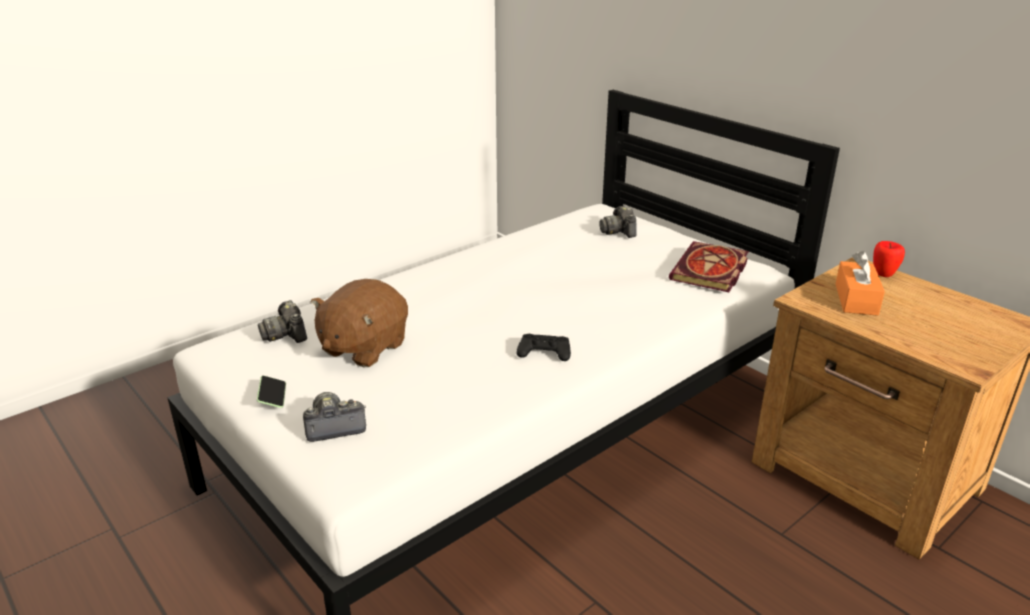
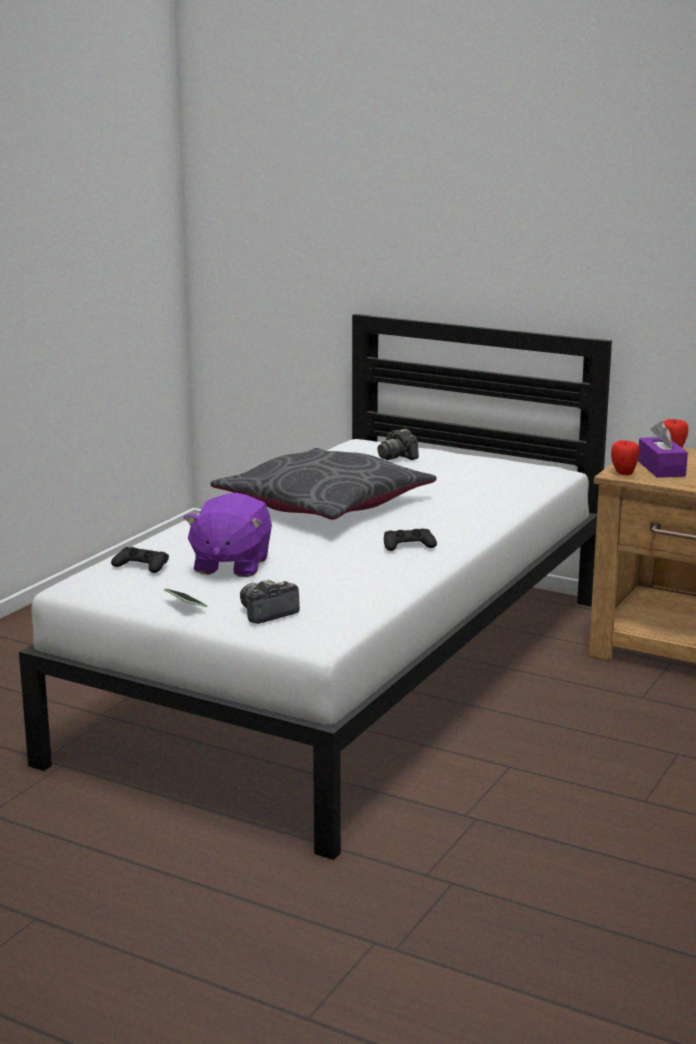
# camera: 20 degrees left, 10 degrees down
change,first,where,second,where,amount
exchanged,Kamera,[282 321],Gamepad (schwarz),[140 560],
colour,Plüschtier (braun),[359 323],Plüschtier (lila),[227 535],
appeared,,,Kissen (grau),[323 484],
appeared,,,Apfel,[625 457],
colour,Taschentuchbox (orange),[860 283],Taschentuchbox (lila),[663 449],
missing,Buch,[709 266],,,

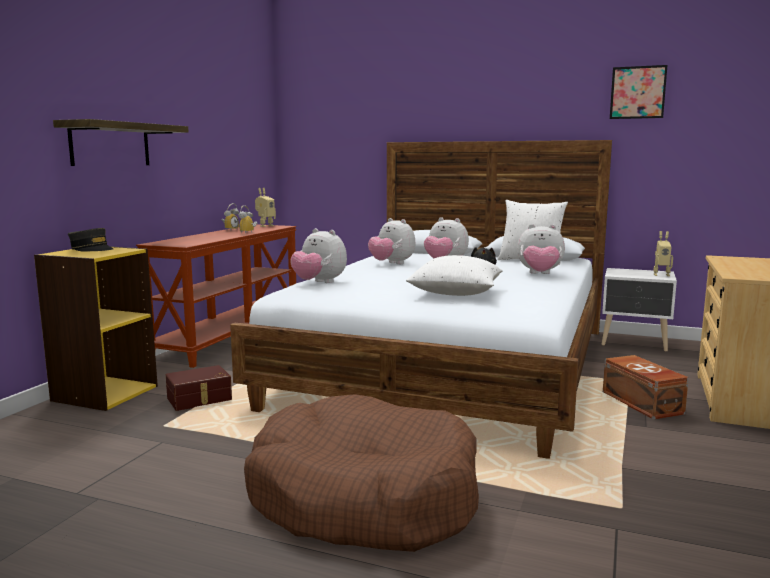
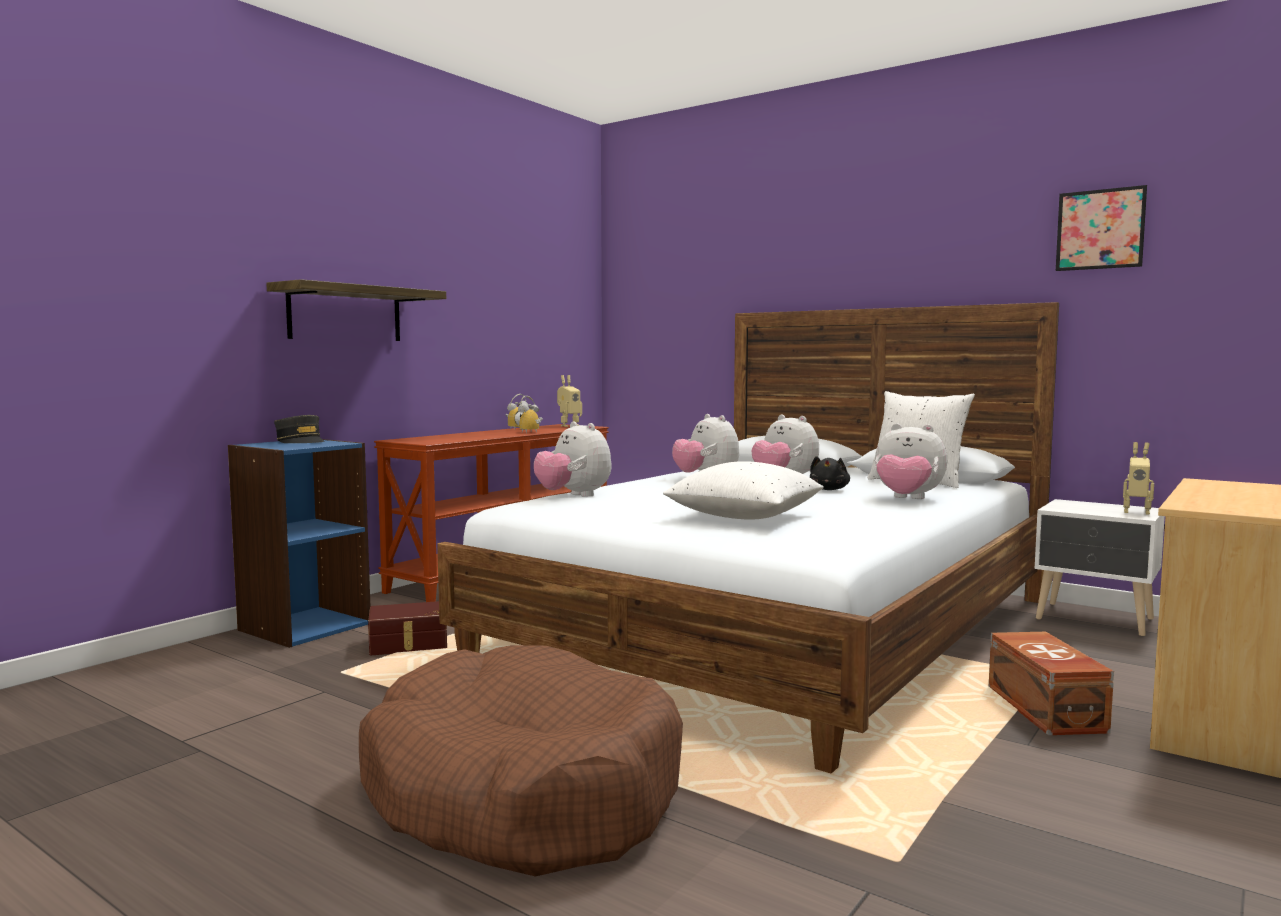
# camera: 15 degrees right, 5 degrees down
change,first,where,second,where,amount
colour,Bücherregal (gelb),[96 328],Bücherregal (blau),[299 543],

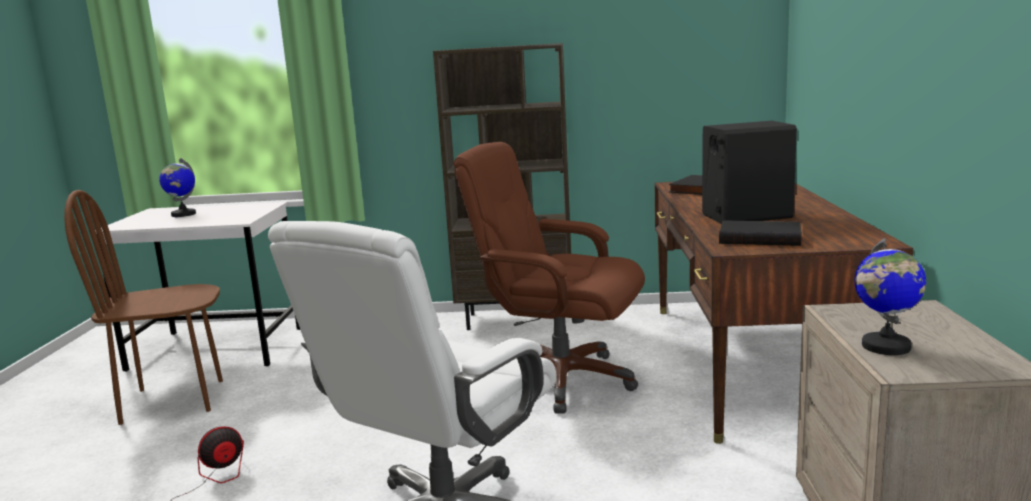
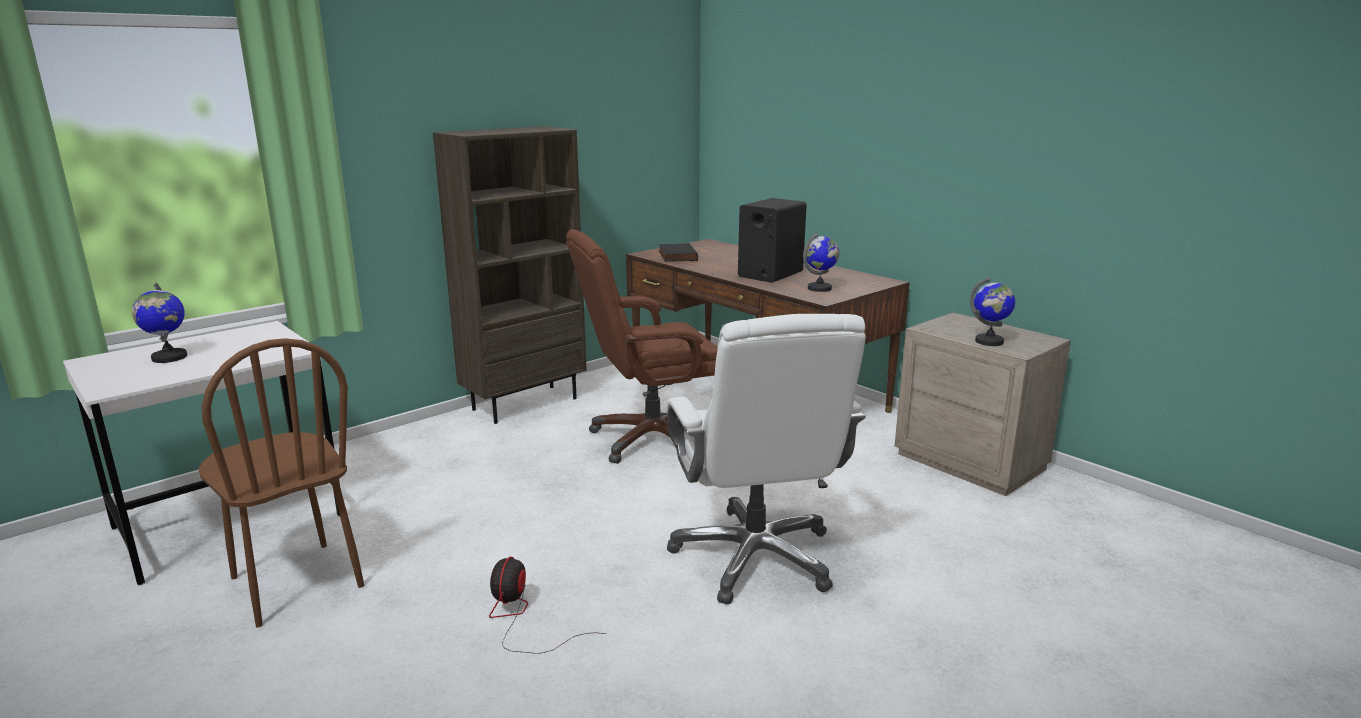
# camera: 45 degrees left, 5 degrees up
change,first,where,second,where,amount
spun,Stuhl (braun),[143 307],,[281 483],75 degrees counterclockwise
exchanged,Buch (schwarz),[760 233],Globus,[821 262],

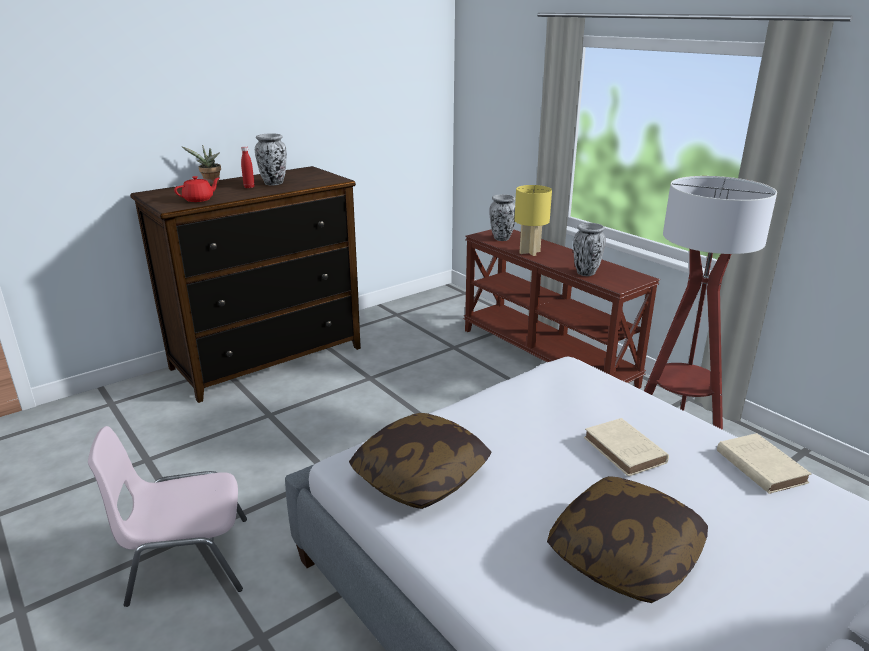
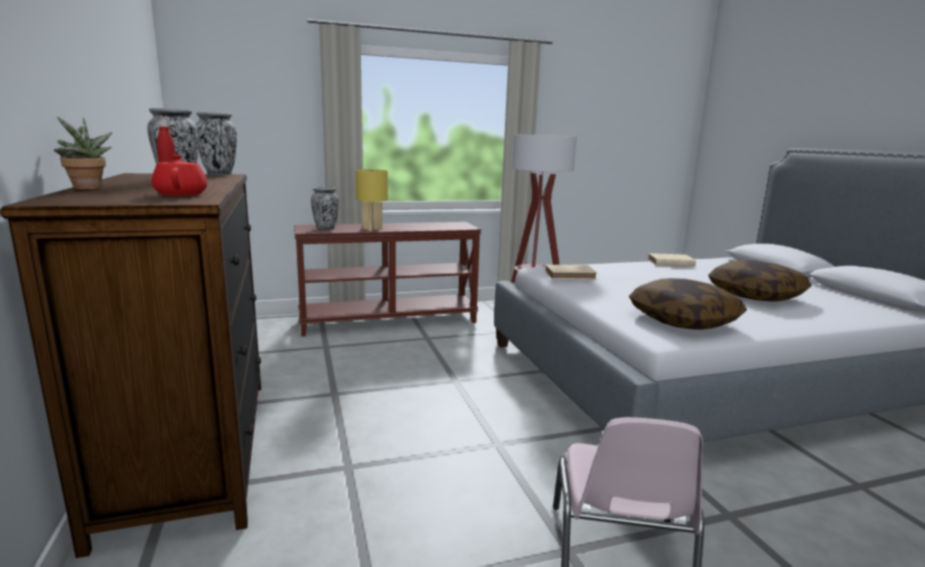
# camera: 70 degrees left, 10 degrees down
change,first,where,second,where,amount
relocated,Vase,[589 249],,[216 143],
relocated,Buch (beige),[626 447],,[571 272],

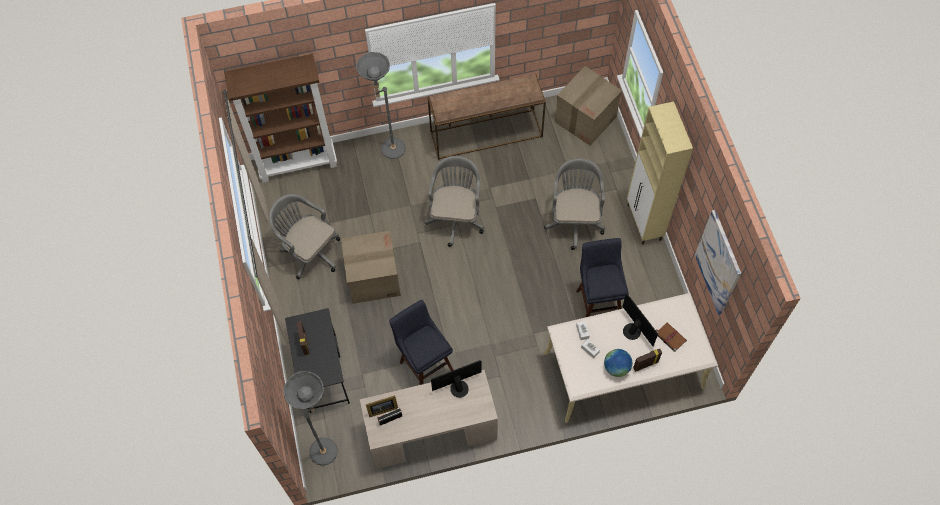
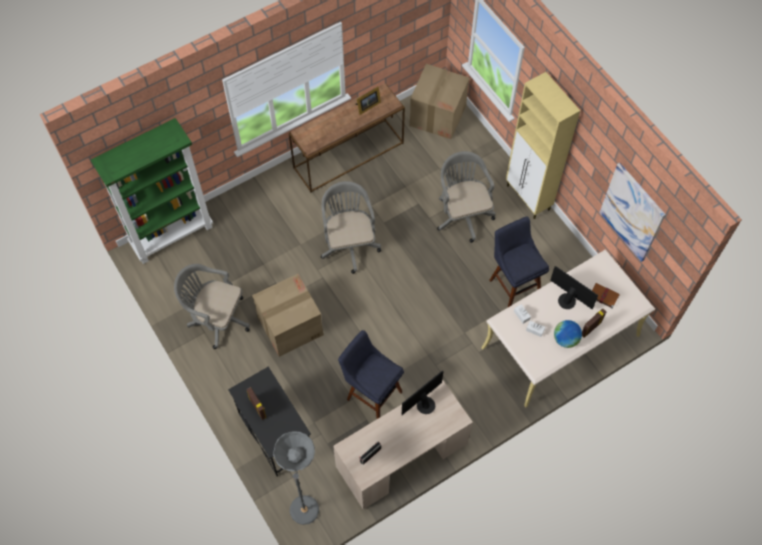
# camera: 20 degrees left, 0 degrees up
change,first,where,second,where,amount
colour,Bücherregal (braun),[280 118],Bücherregal (grün),[152 191],
relocated,Bilderrahmen,[382 406],,[368 100],
missing,Stehlampe (grau),[381 105],,,

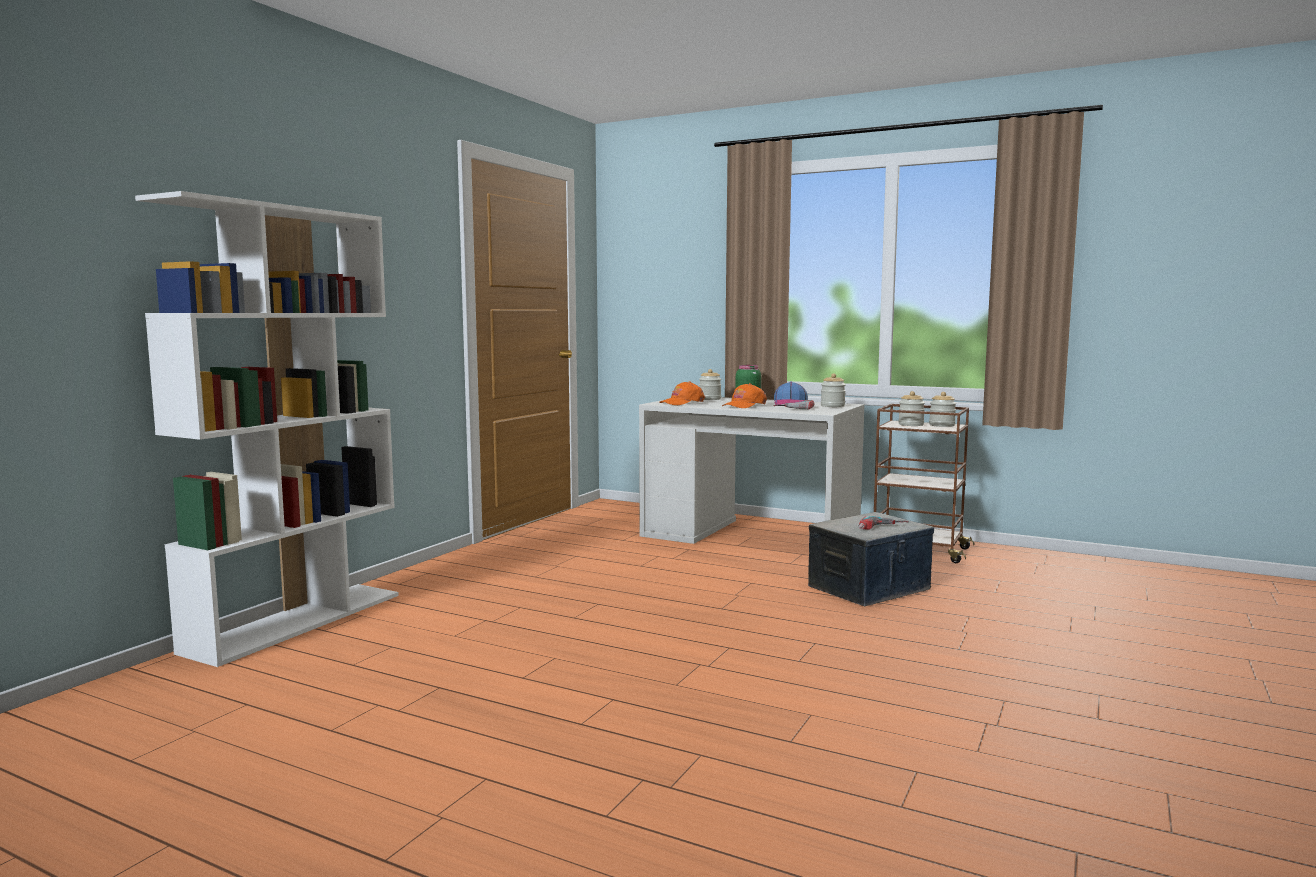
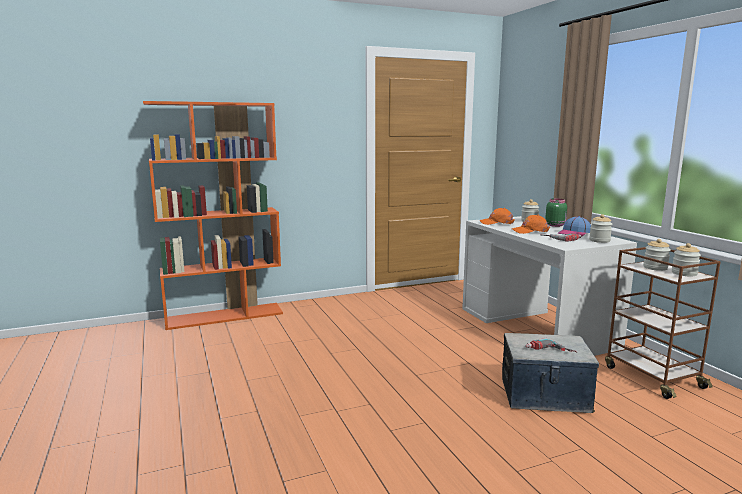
# camera: 40 degrees right, 5 degrees up
change,first,where,second,where,amount
colour,Bücherregal (weiß),[267 429],Bücherregal (orange),[213 215],

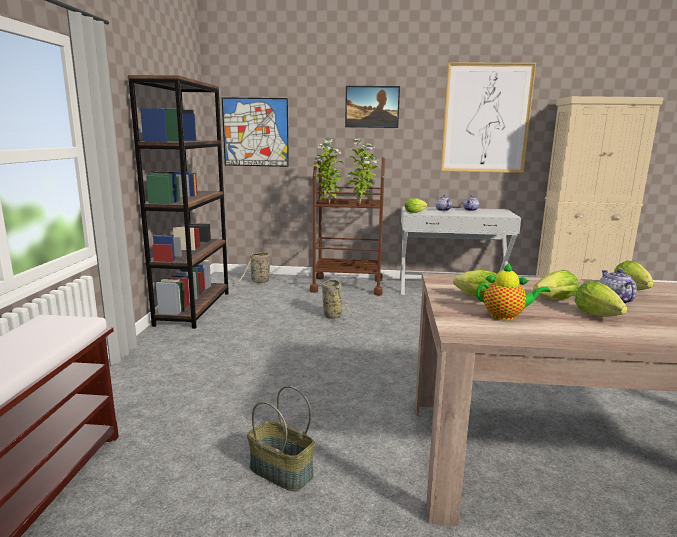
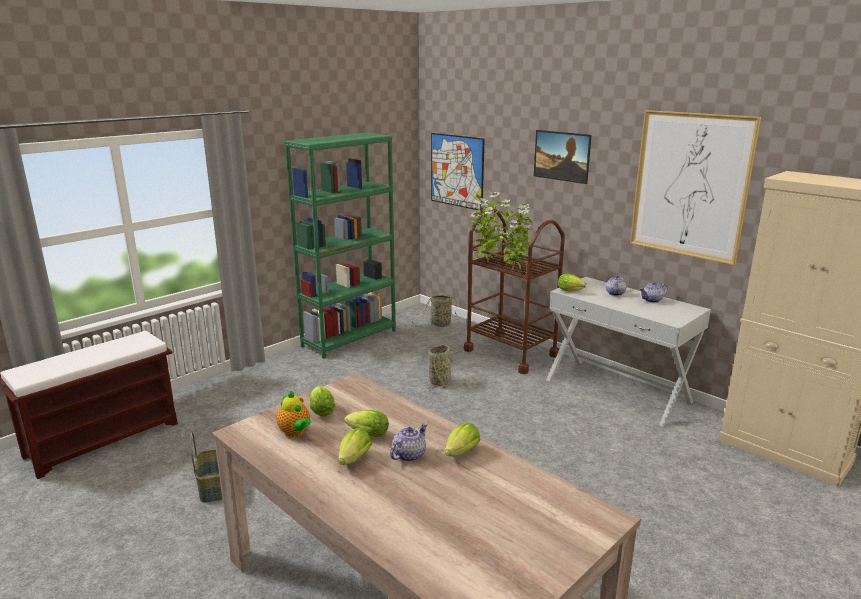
# camera: 40 degrees right, 5 degrees up
change,first,where,second,where,amount
colour,Bücherregal (braun),[178 202],Bücherregal (grün),[340 245],

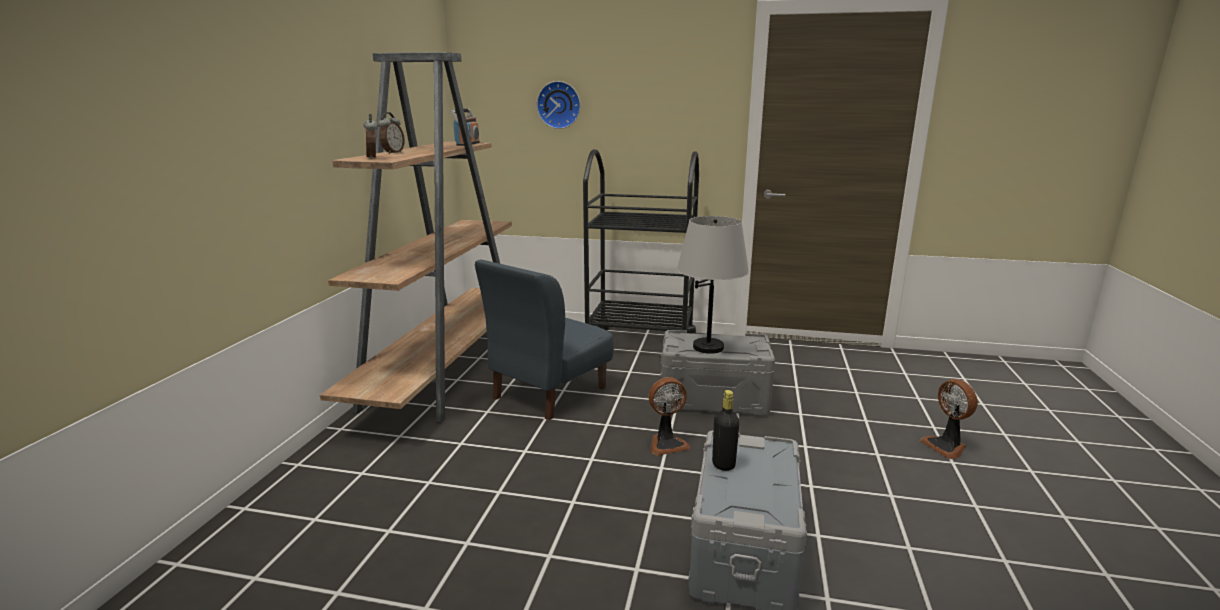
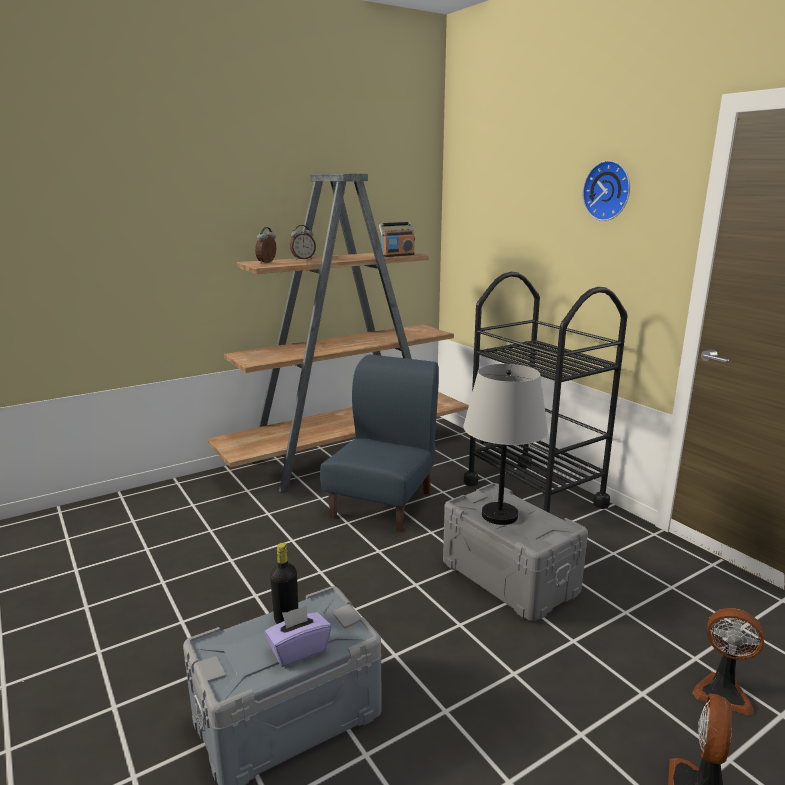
# camera: 45 degrees right, 0 degrees up
change,first,where,second,where,amount
appeared,,,Taschentuchbox (lila),[297 636],
spun,Stuhl (blau),[544 340],,[379 442],120 degrees clockwise
relocated,Wanduhr,[559 105],,[606 190],
relocated,Ventilator,[669 416],,[728 662],

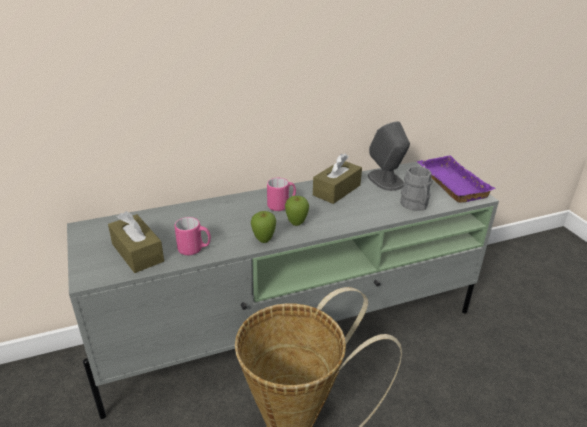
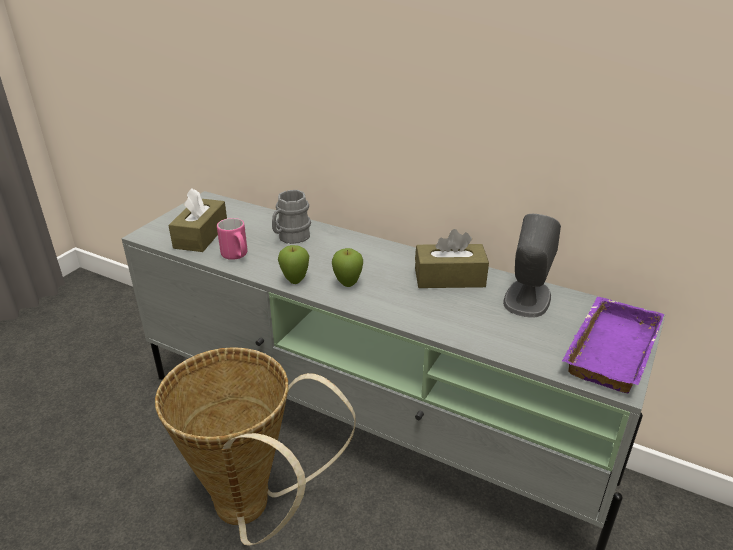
# camera: 50 degrees right, 0 degrees up
change,first,where,second,where,amount
relocated,Henkelbecher (grau),[416 188],,[291 217],
missing,Henkelbecher (rosa),[281 194],,,

